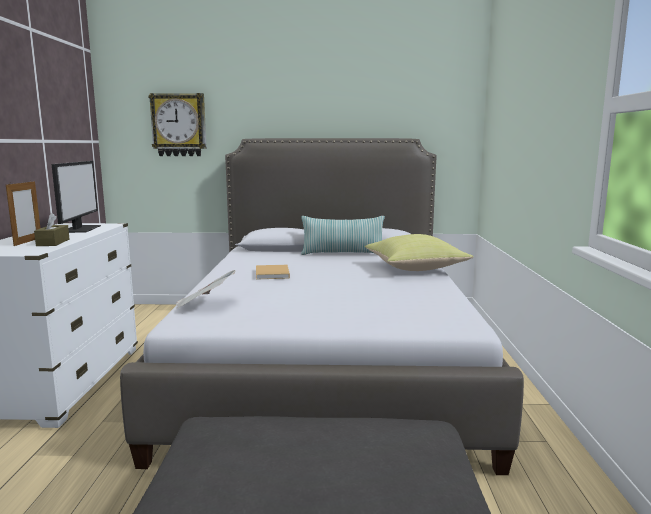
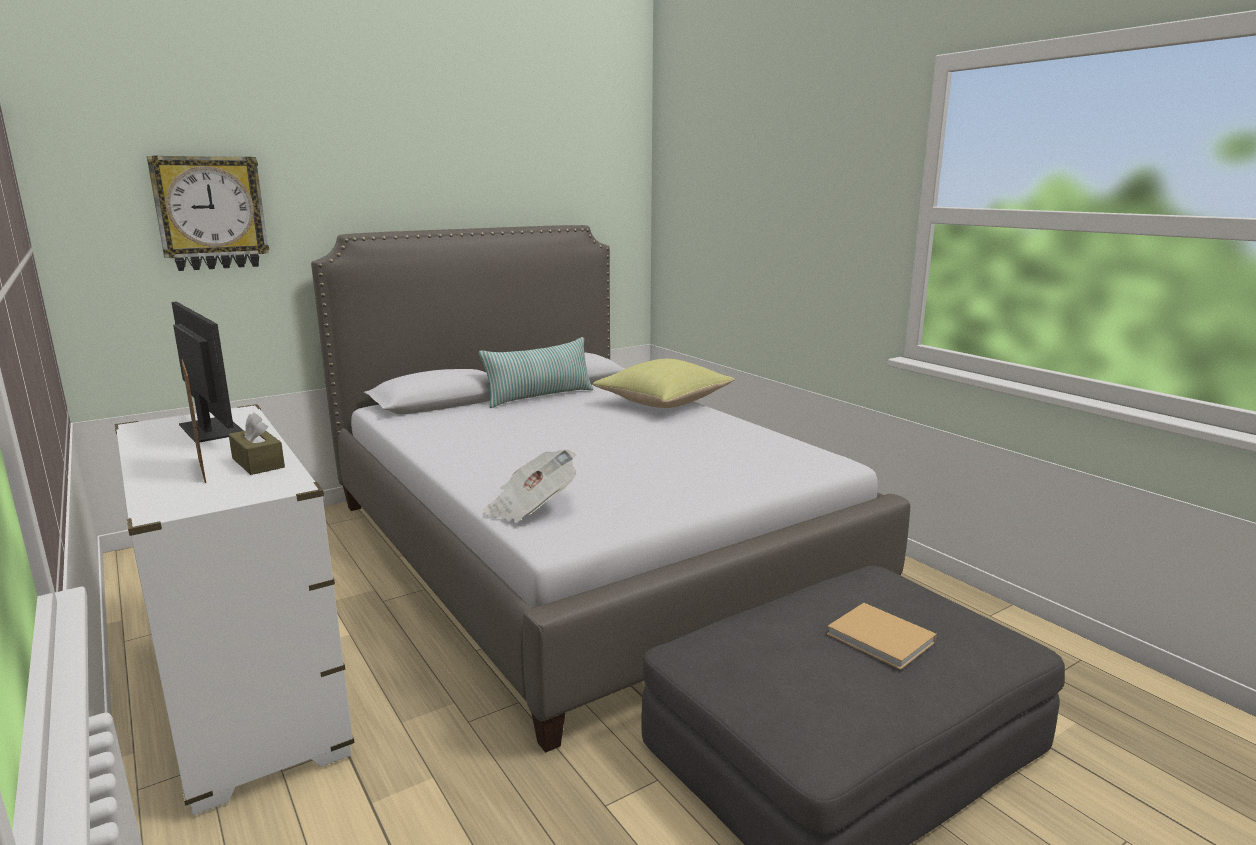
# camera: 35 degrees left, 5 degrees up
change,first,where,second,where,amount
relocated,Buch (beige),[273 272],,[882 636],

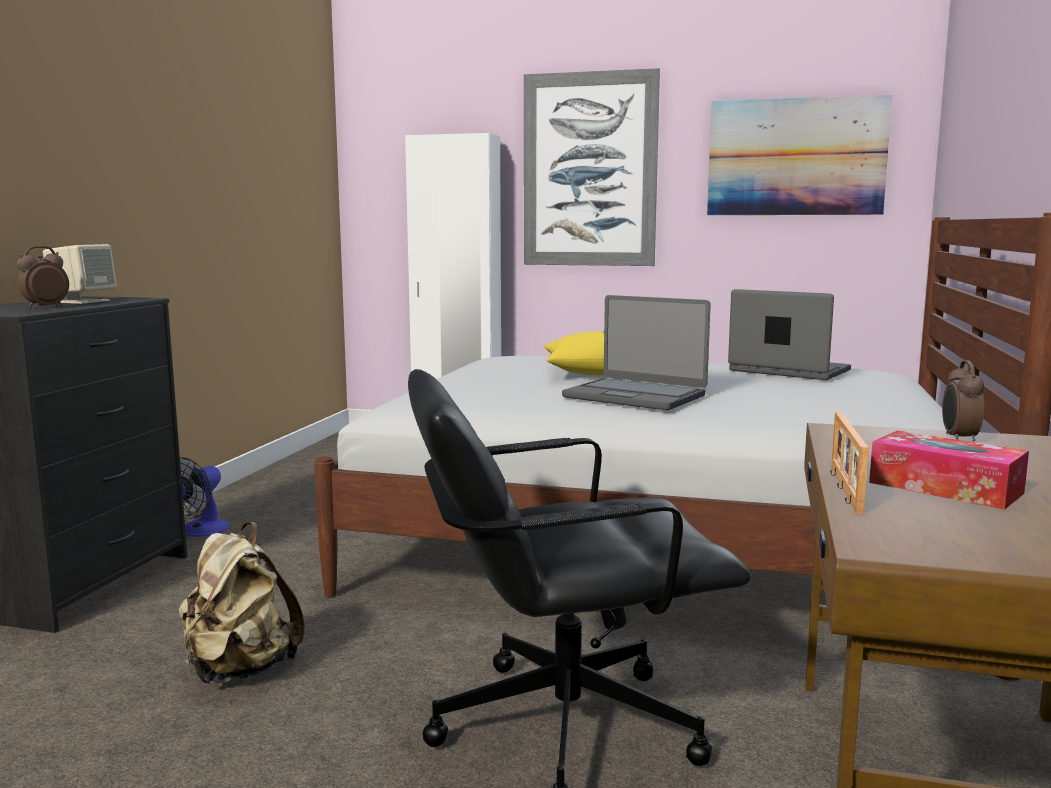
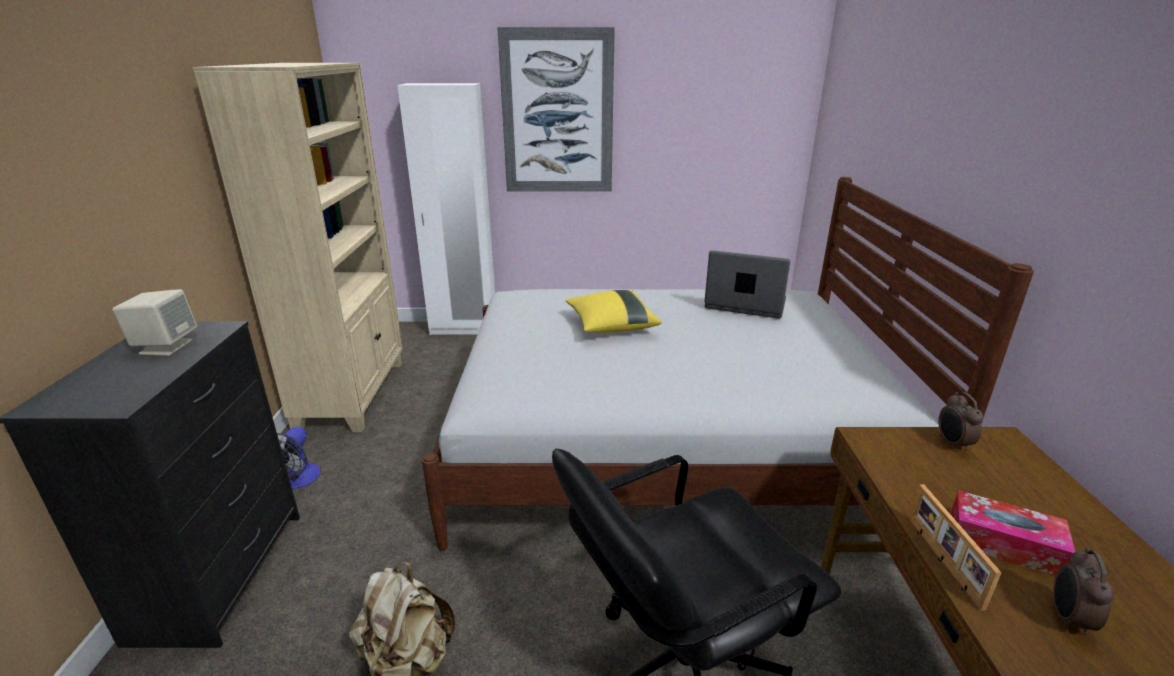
# camera: 15 degrees left, 15 degrees up
change,first,where,second,where,amount
appeared,,,Bücherregal (beige),[297 247],
relocated,Wecker,[43 277],,[1084 591],
missing,Laptop,[636 352],,,
missing,Bild,[799 155],,,

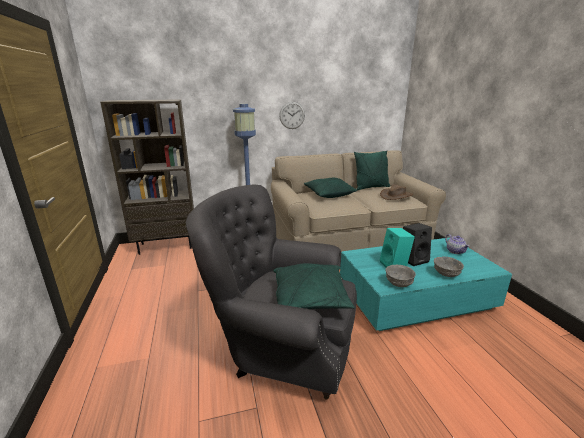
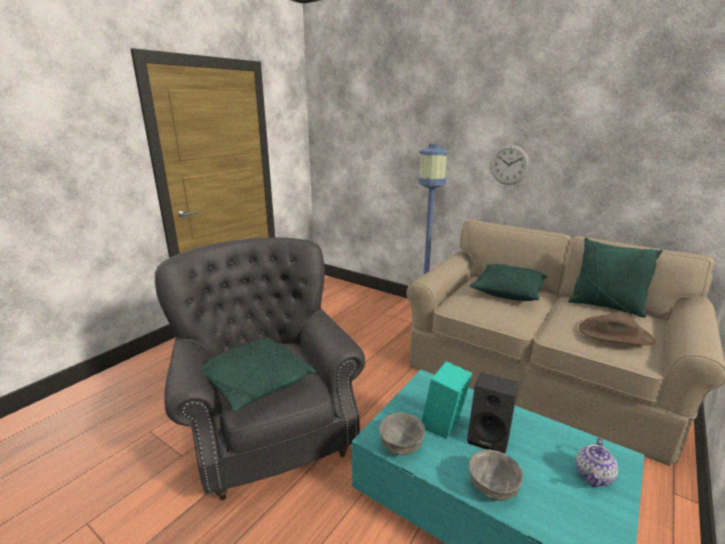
# camera: 50 degrees right, 0 degrees up
change,first,where,second,where,amount
missing,Bücherregal (braun),[147 177],,,

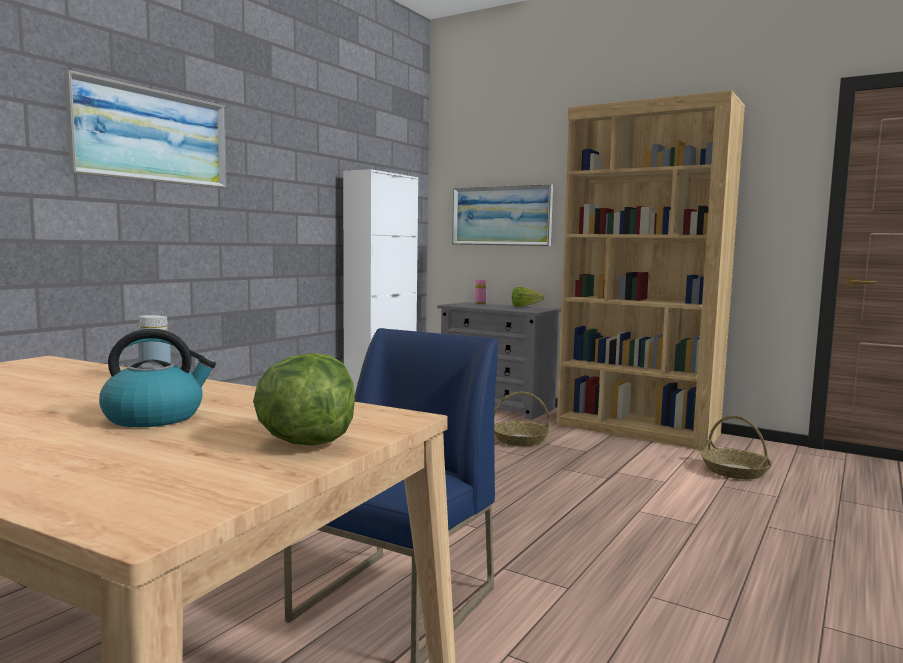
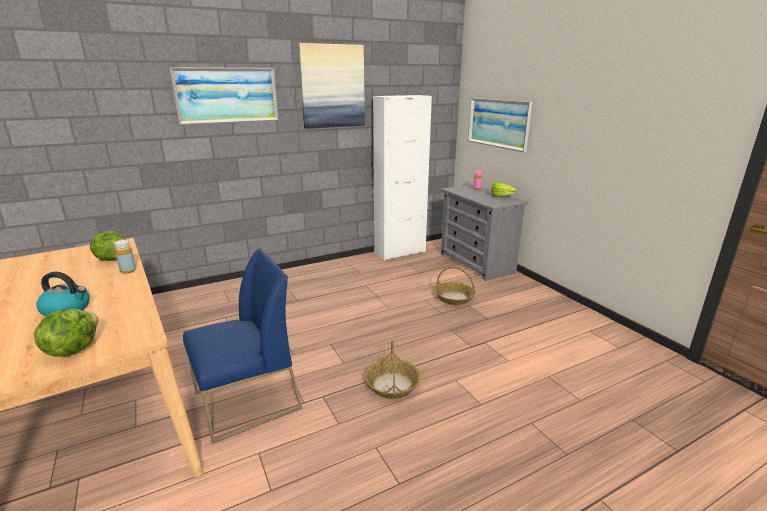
# camera: 30 degrees right, 15 degrees up
change,first,where,second,where,amount
appeared,,,Salatkopf,[108 246],
appeared,,,Bild,[331 86],
relocated,Korb,[736 447],,[393 369],
missing,Bücherregal (braun),[651 270],,,

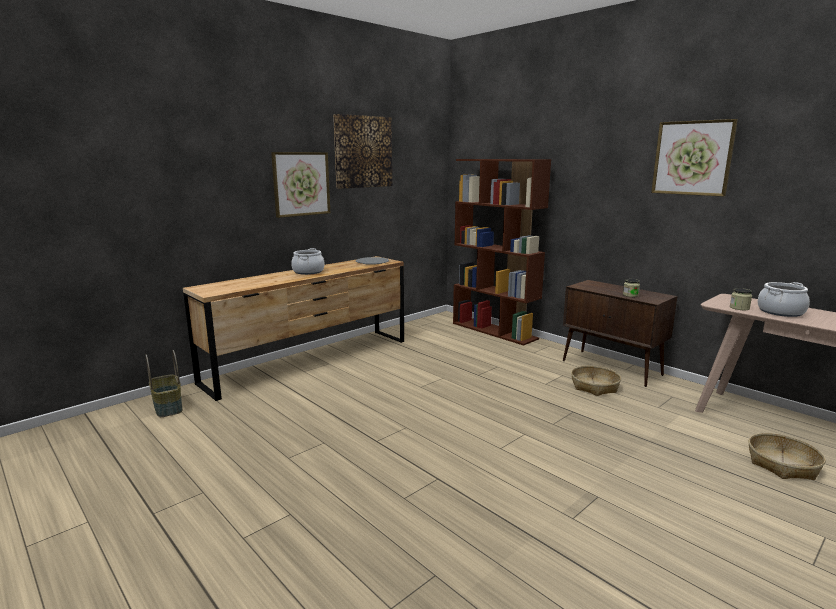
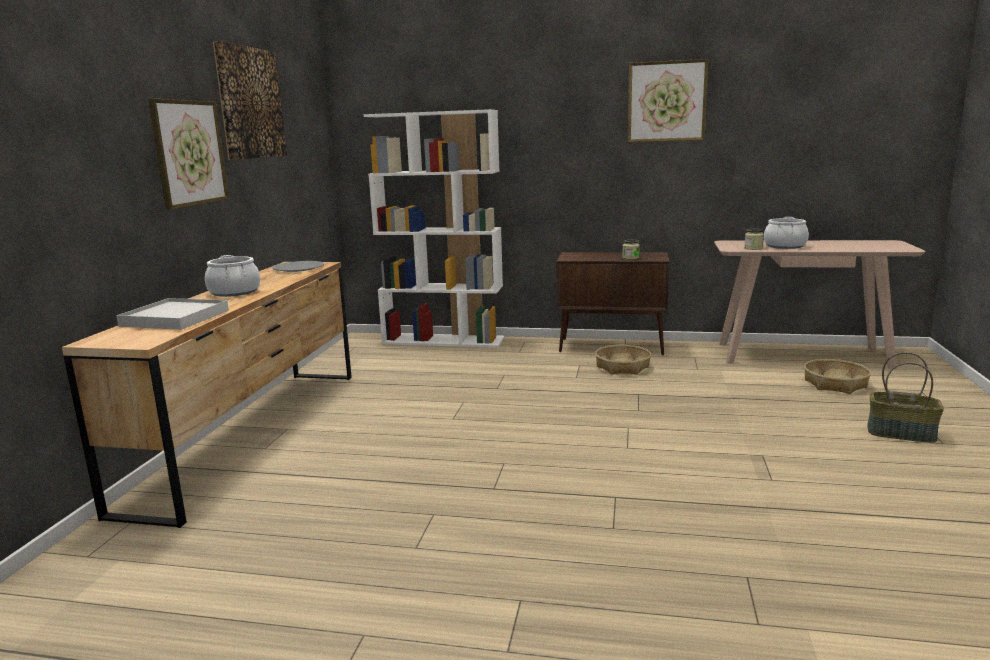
# camera: 35 degrees left, 0 degrees up
change,first,where,second,where,amount
appeared,,,Tablett (weiß),[172 314],
colour,Bücherregal (braun),[502 252],Bücherregal (weiß),[434 228],
relocated,Korb,[163 383],,[905 397],

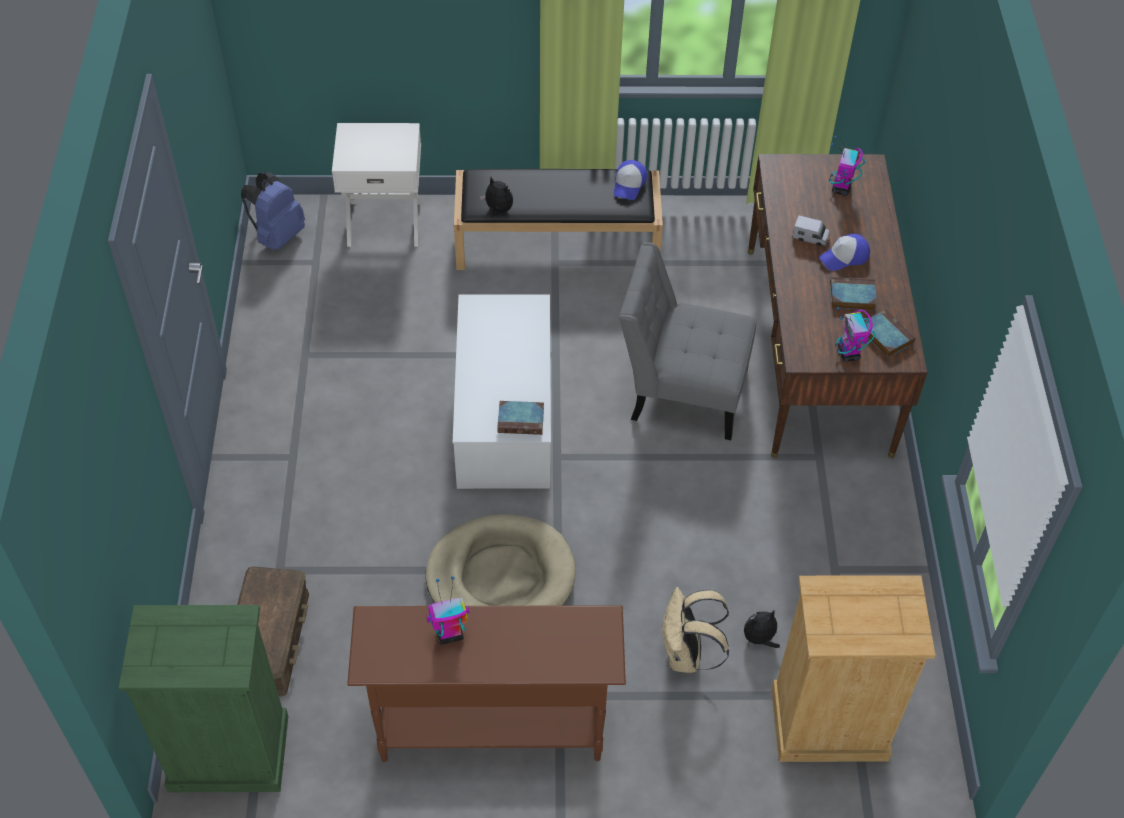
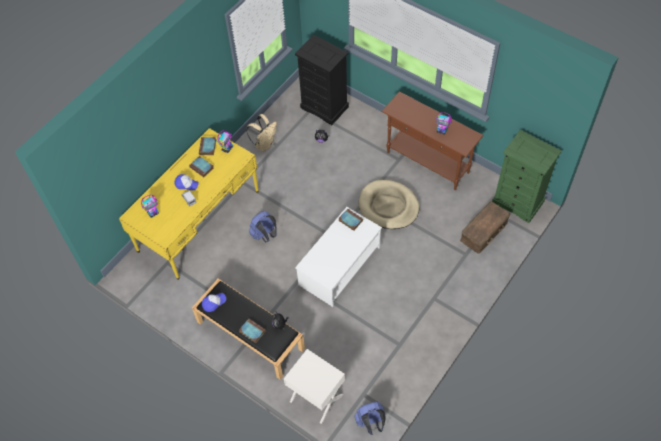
# camera: 140 degrees left, 5 degrees up
change,first,where,second,where,amount
colour,Schreibtisch (braun),[837 306],Schreibtisch (gelb),[189 204],
appeared,,,Buch,[252 331],
relocated,Rucksack (beige),[695 630],,[261 132],
exchanged,Stuhl (grau),[687 341],Rucksack (blau),[263 226],
colour,Kommode (beige),[853 668],Kommode (schwarz),[322 80],

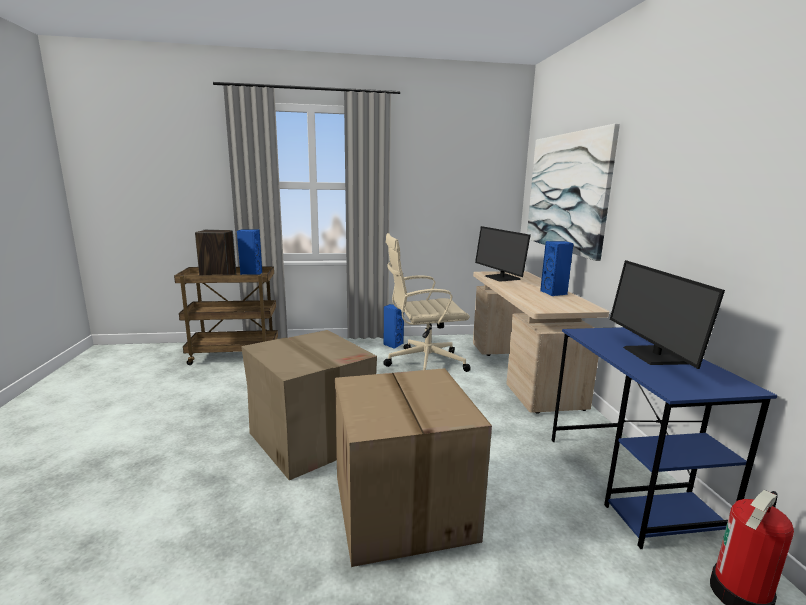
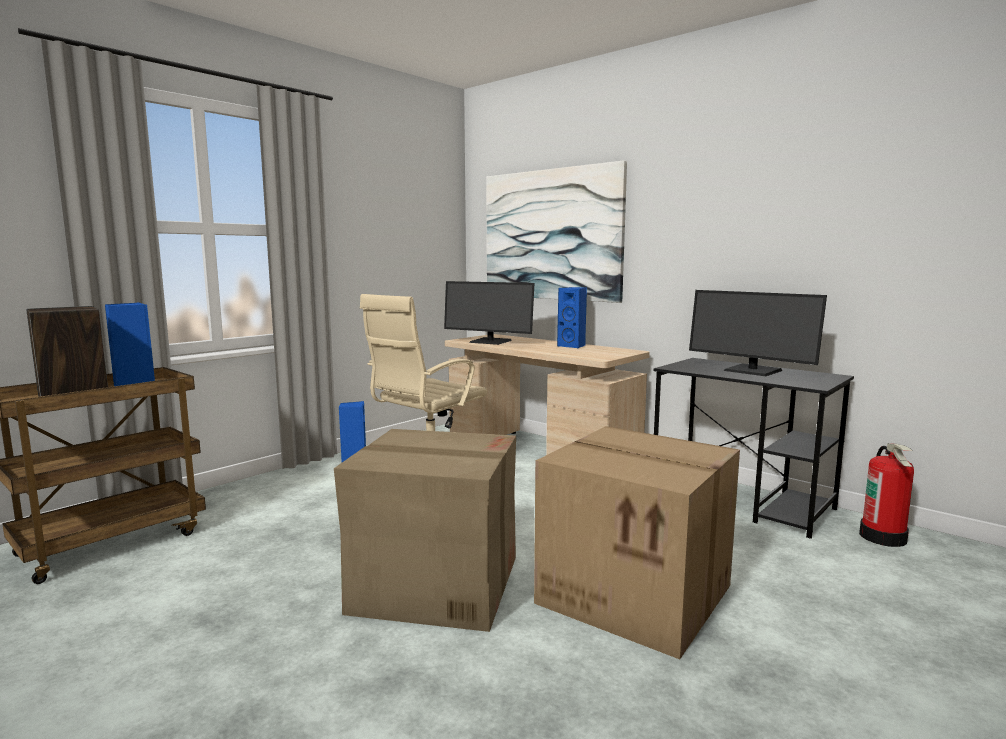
# camera: 40 degrees left, 5 degrees down
change,first,where,second,where,amount
colour,Schreibtisch (blau),[664 438],Schreibtisch (schwarz),[754 448],

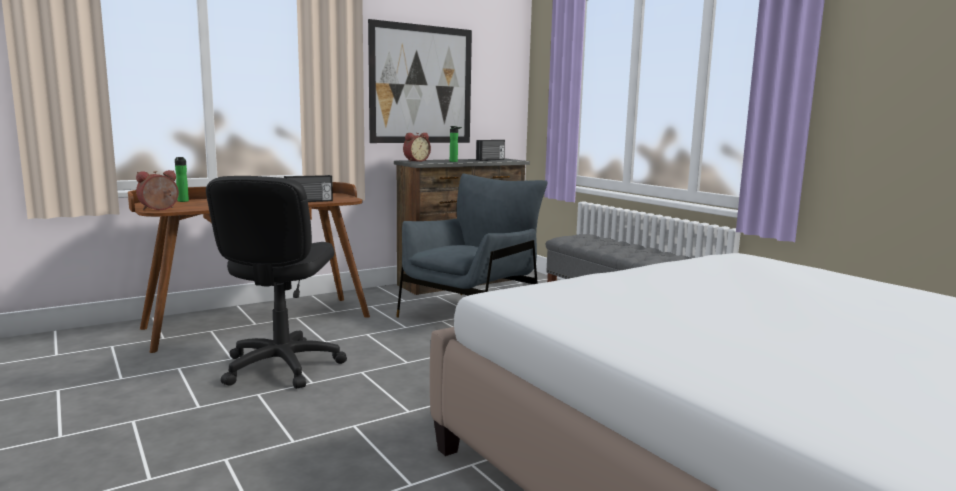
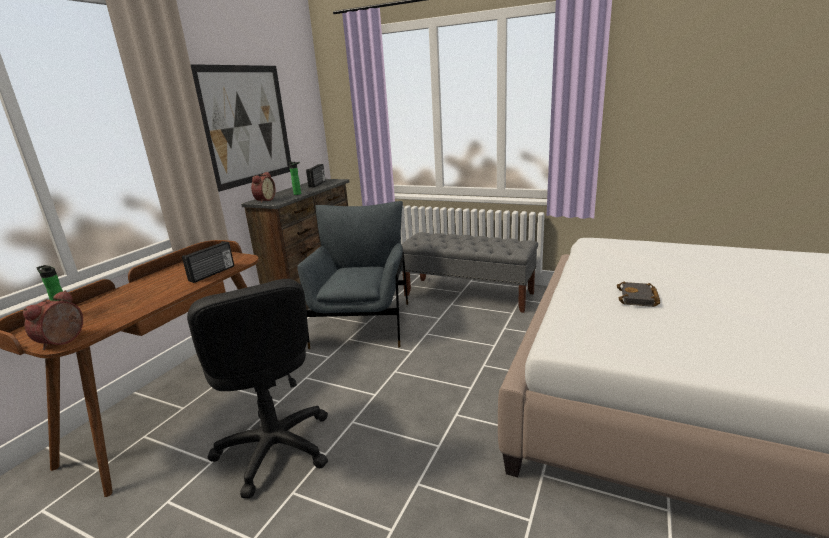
# camera: 30 degrees left, 10 degrees up
change,first,where,second,where,amount
appeared,,,Buch (schwarz),[638 294],

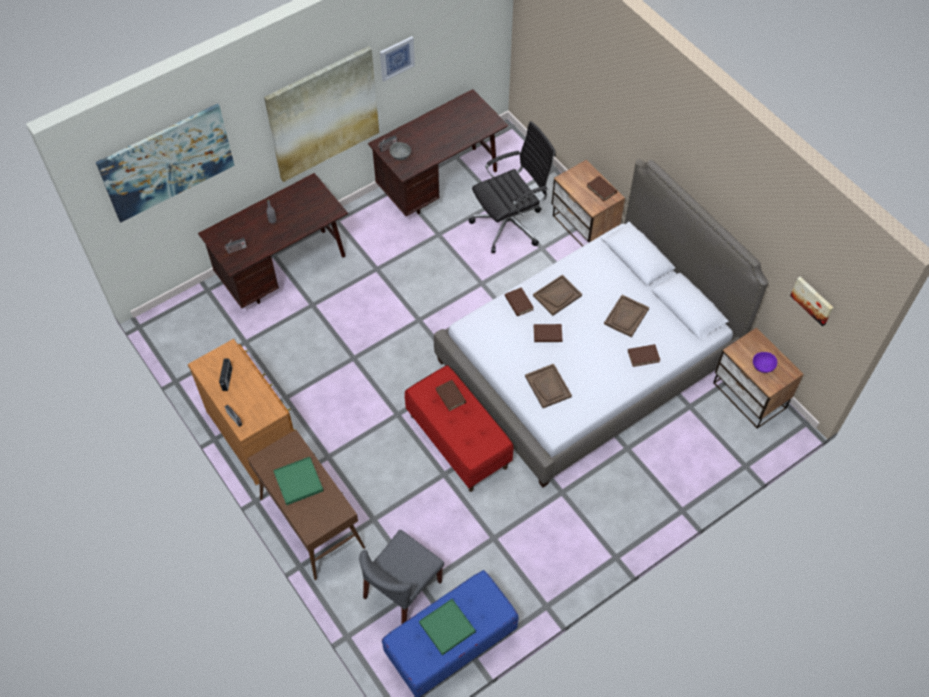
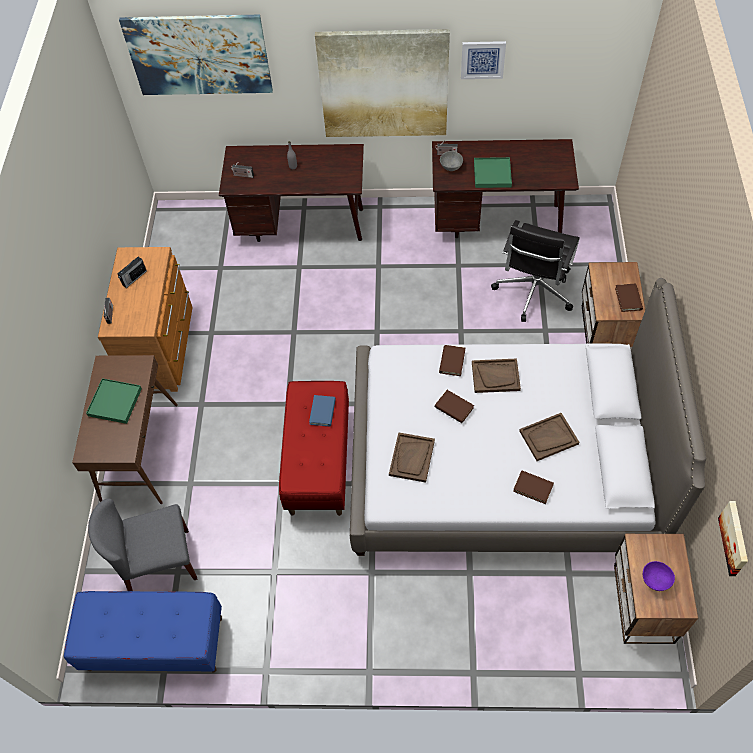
# camera: 40 degrees right, 0 degrees up
change,first,where,second,where,amount
colour,Buch (braun),[451 395],Buch (blau),[322 410],
relocated,Tablett (grün),[447 627],,[493 172],
spun,Bürostuhl (schwarz),[512 187],,[535 271],105 degrees clockwise

